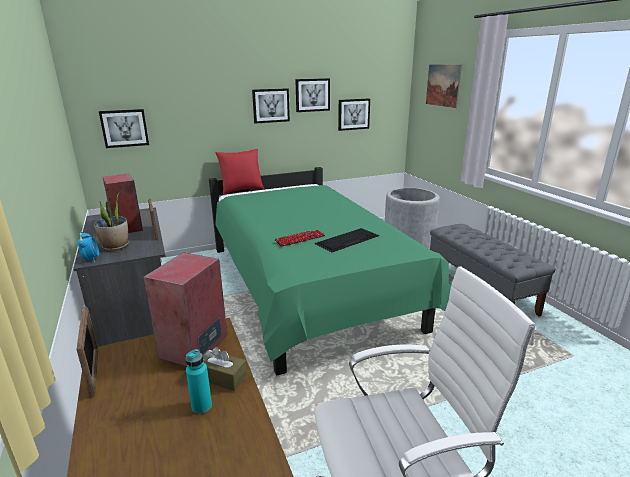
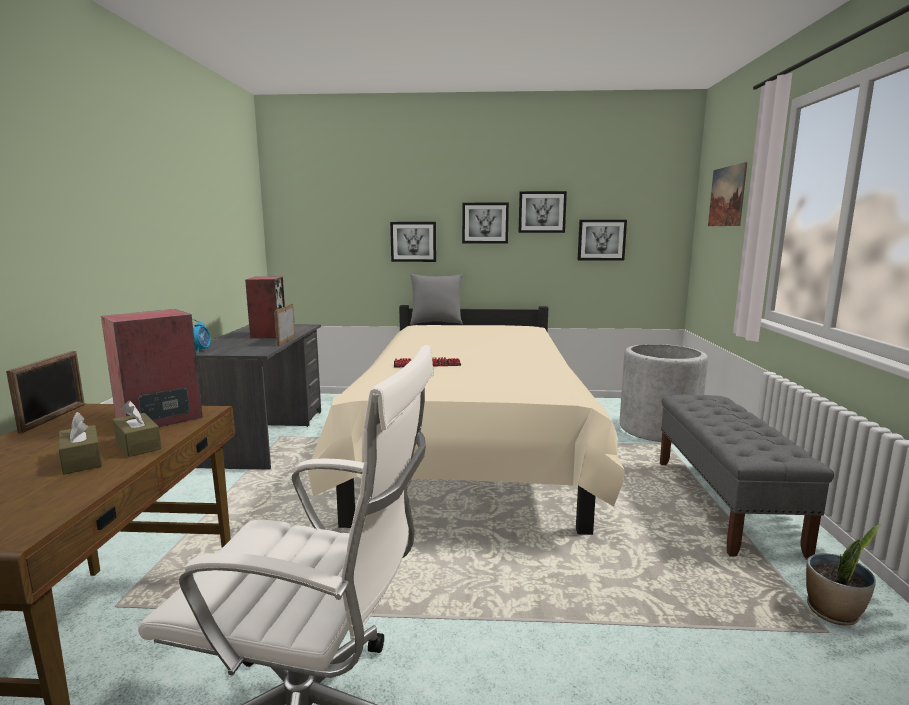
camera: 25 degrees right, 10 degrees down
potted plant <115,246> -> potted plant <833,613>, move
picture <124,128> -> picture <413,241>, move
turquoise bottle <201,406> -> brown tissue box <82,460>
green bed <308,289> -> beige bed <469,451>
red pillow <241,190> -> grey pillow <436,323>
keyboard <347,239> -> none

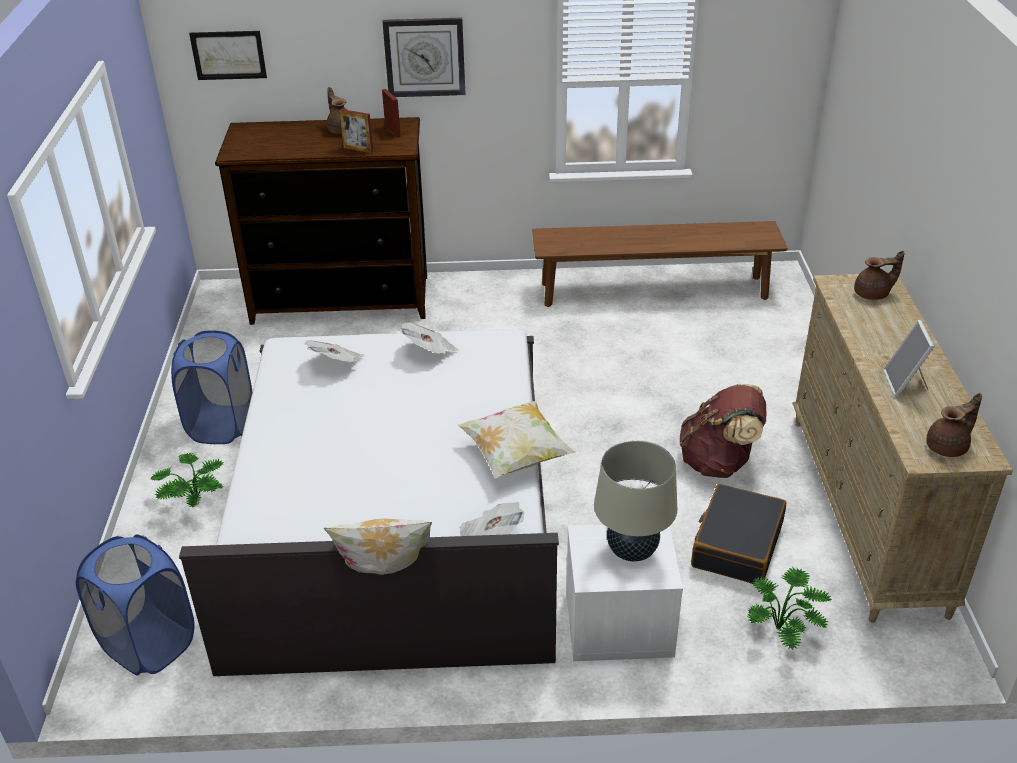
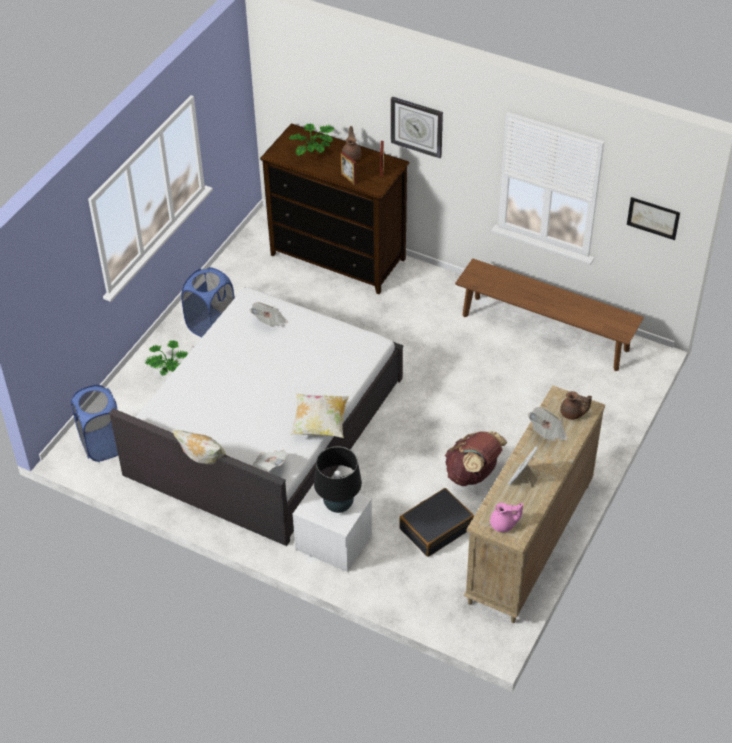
camera: 30 degrees right, 10 degrees up
picture <228,55> -> picture <653,218>, move
newspaper <429,351> -> newspaper <547,432>, move
beige table lamp <632,551> -> black table lamp <338,505>
potted plant <783,629> -> potted plant <314,154>, move
brown teapot <948,447> -> pink teapot <504,524>

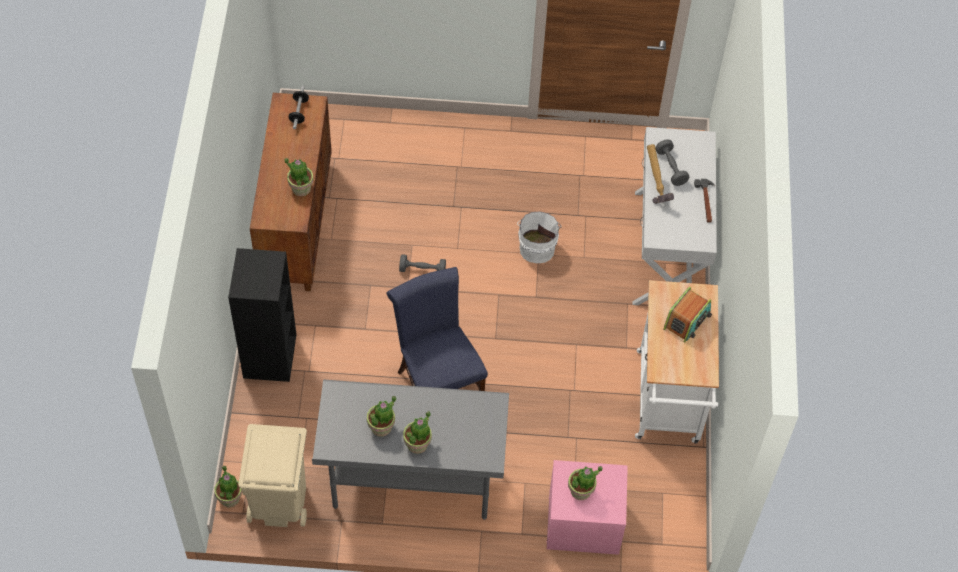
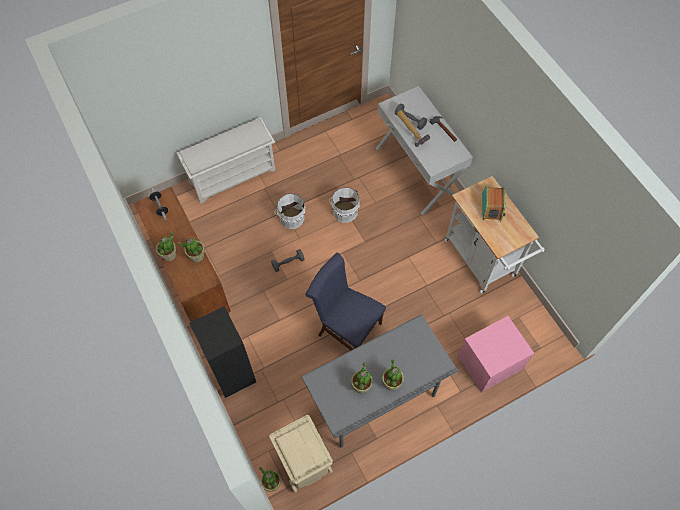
camera: 30 degrees left, 5 degrees up
potted plant <581,491> -> potted plant <169,255>, move
none -> white shoe rack <233,175>
none -> white bucket <291,217>

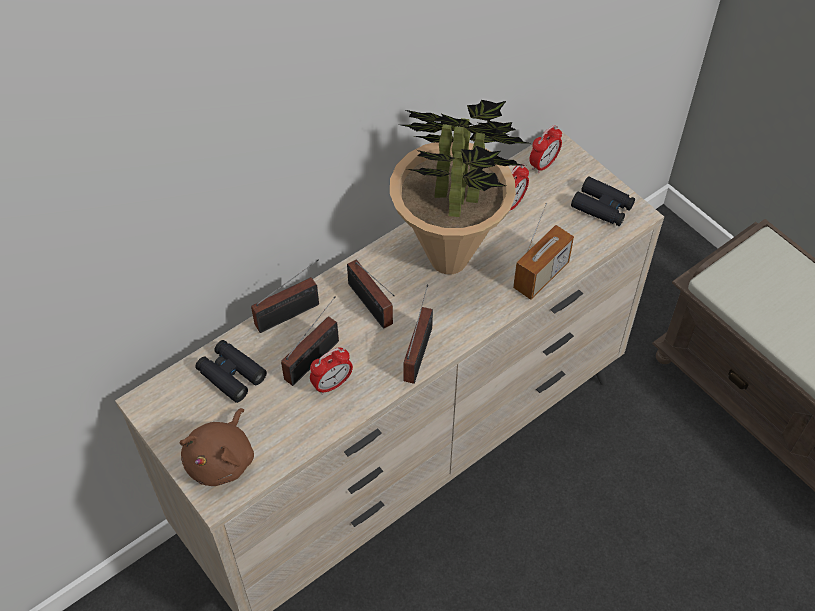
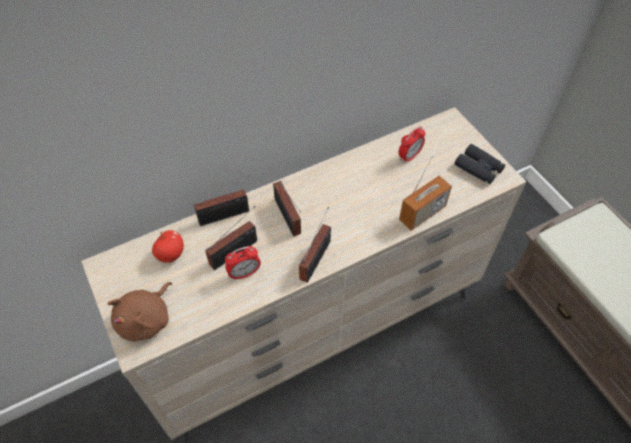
camera: 10 degrees right, 0 degrees up
black binoculars <231,374> -> apple <171,254>
potted plant <449,259> -> none
alarm clock <543,164> -> none

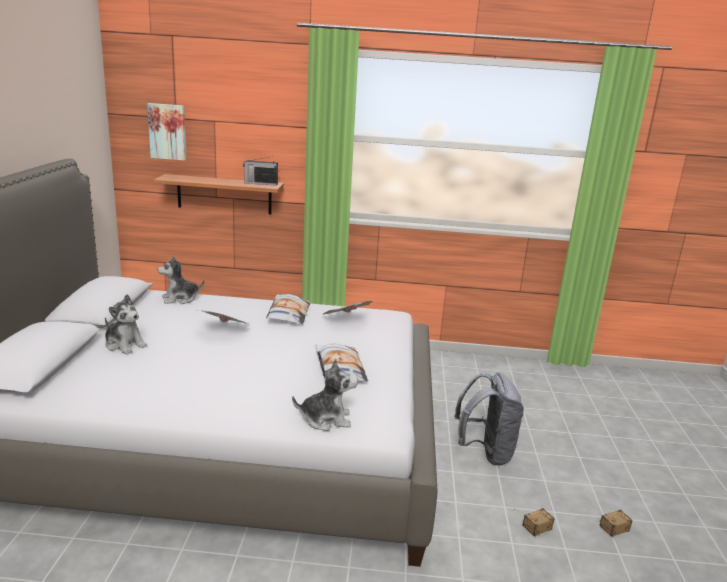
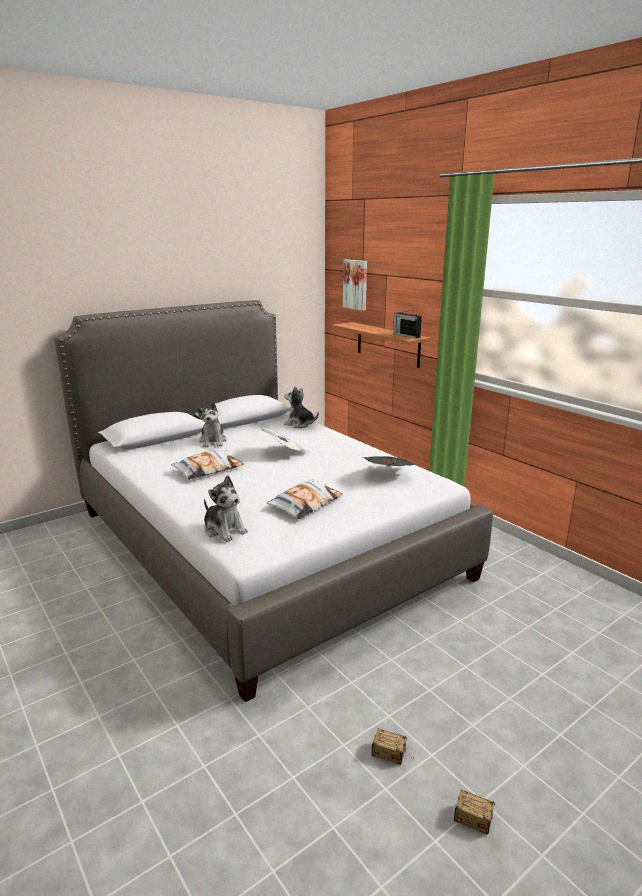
camera: 50 degrees right, 0 degrees up
pillow <288,314> -> pillow <208,469>, move
grey backpack <485,452> -> none

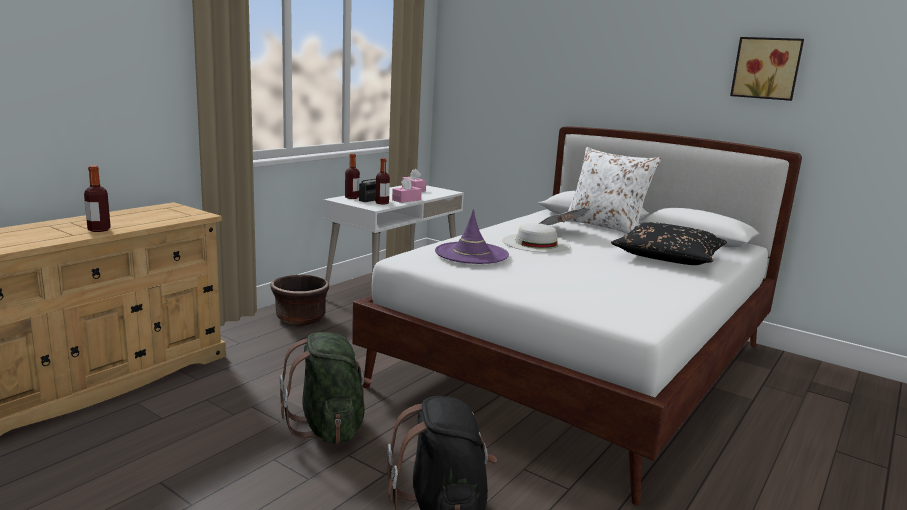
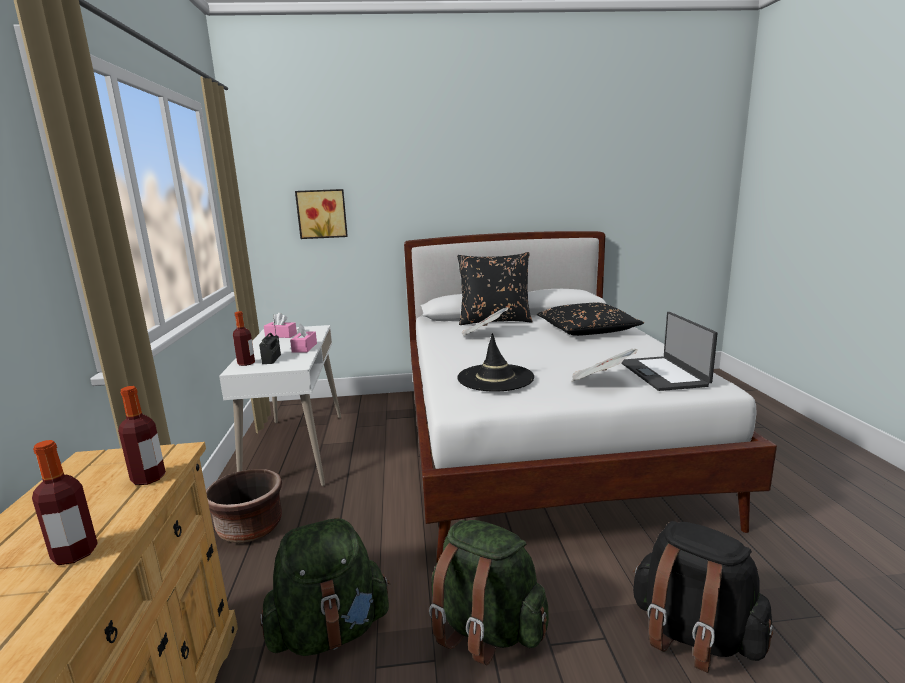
camera: 40 degrees left, 0 degrees up
bottle <382,203> -> bottle <148,478>, move
purple hat <471,253> -> black hat <495,378>
white hat <536,243> -> none
white pillow <605,226> -> black pillow <495,320>
picture <766,68> -> picture <322,214>, move
none -> green backpack <330,631>
none -> newspaper <600,382>
none -> laptop <663,374>

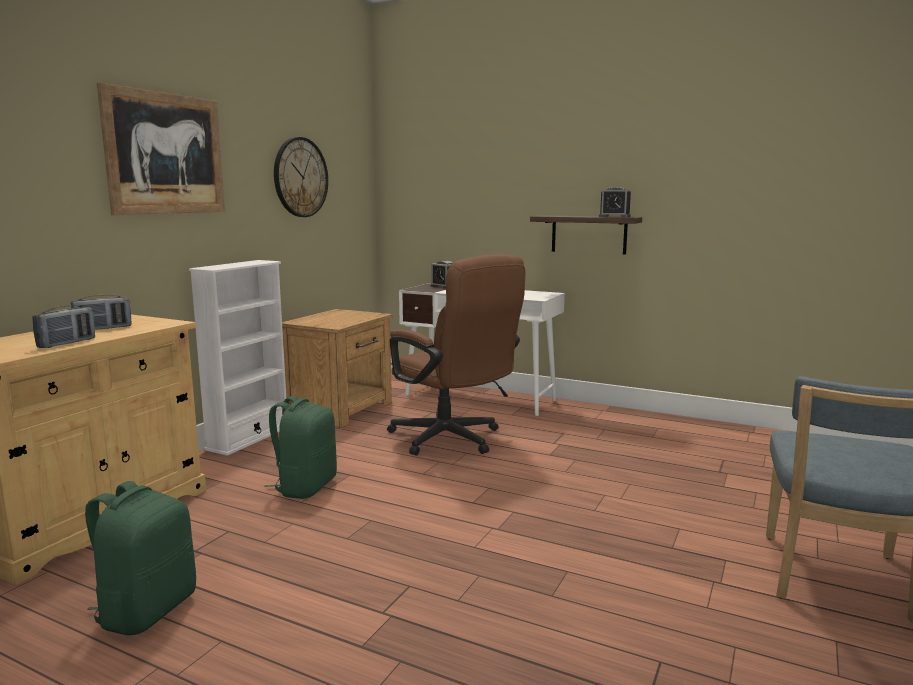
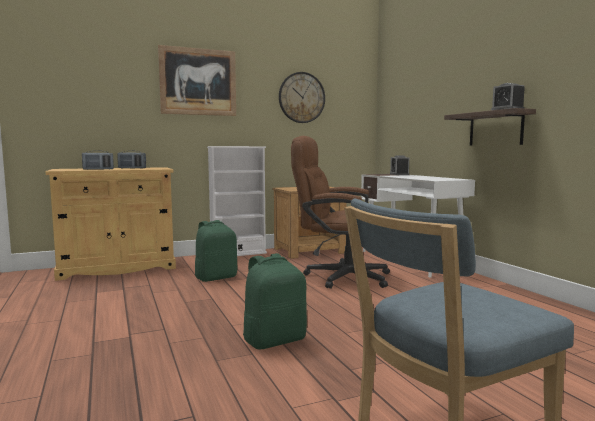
camera: 40 degrees right, 5 degrees down
green backpack <147,610> -> green backpack <274,340>, move
brown office chair <452,440> -> brown office chair <339,277>, 105 degrees clockwise

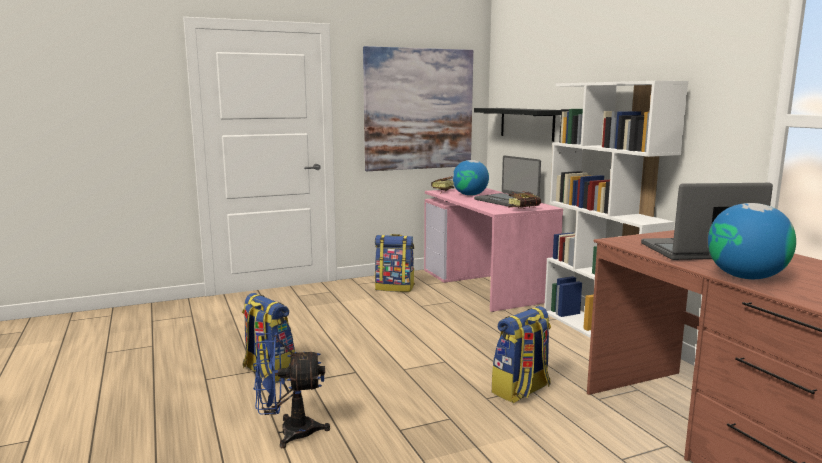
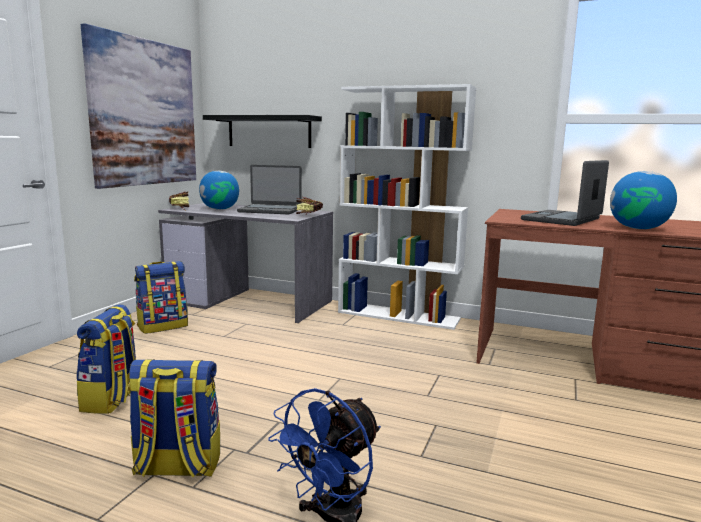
camera: 45 degrees left, 0 degrees up
pink desk <487,285> -> grey desk <250,301>
backpack <521,391> -> backpack <113,399>, move

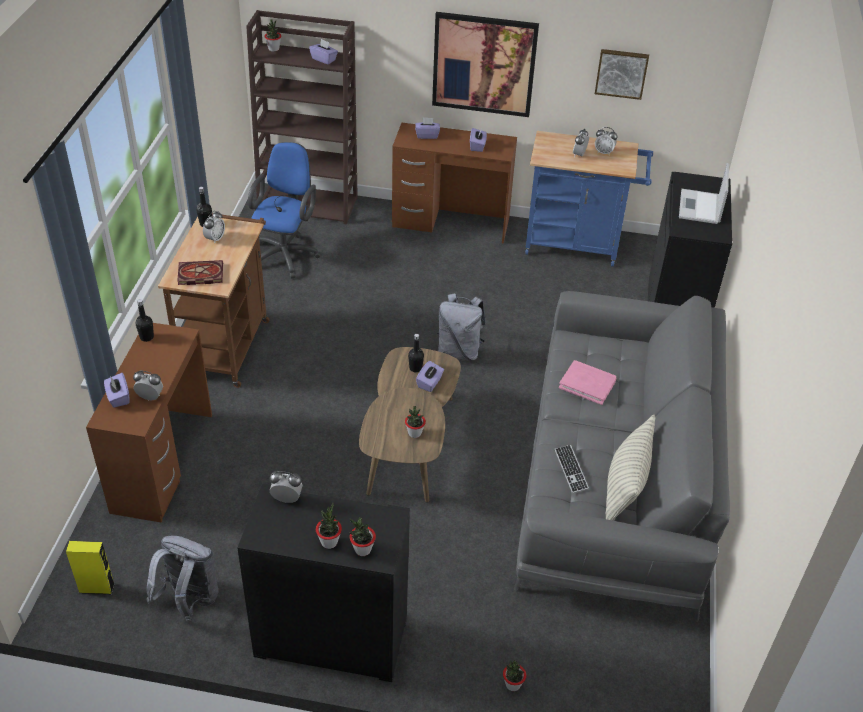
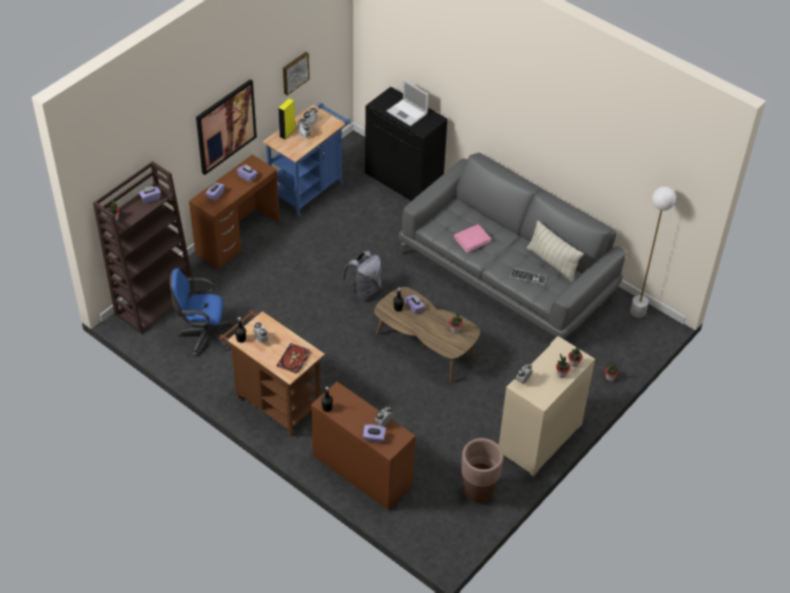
camera: 60 degrees left, 5 degrees up
yellow speaker <96,588> -> yellow speaker <287,133>, move
grey backpack <189,600> -> brown planter <478,492>
black cabinet <330,638> -> beige cabinet <540,439>
blue office chair <286,254> -> blue office chair <203,336>, 45 degrees counterclockwise
none -> white floor lamp <638,312>

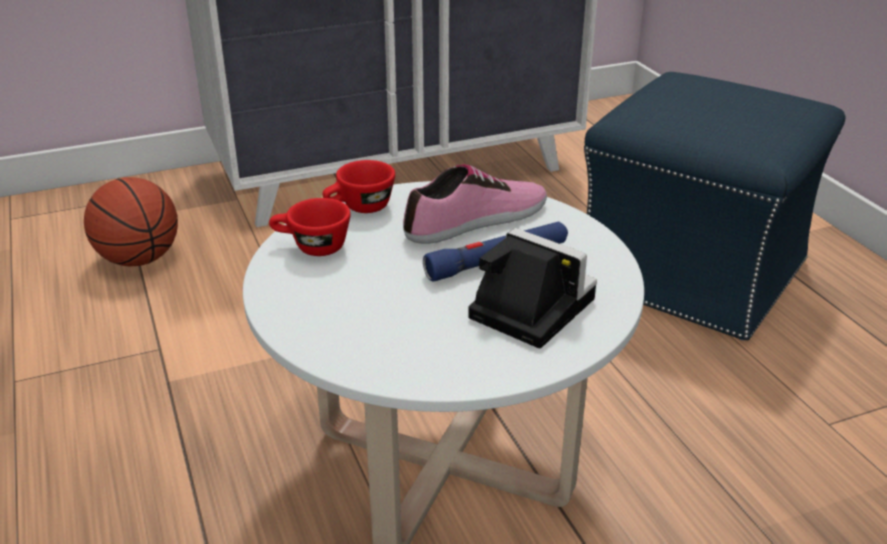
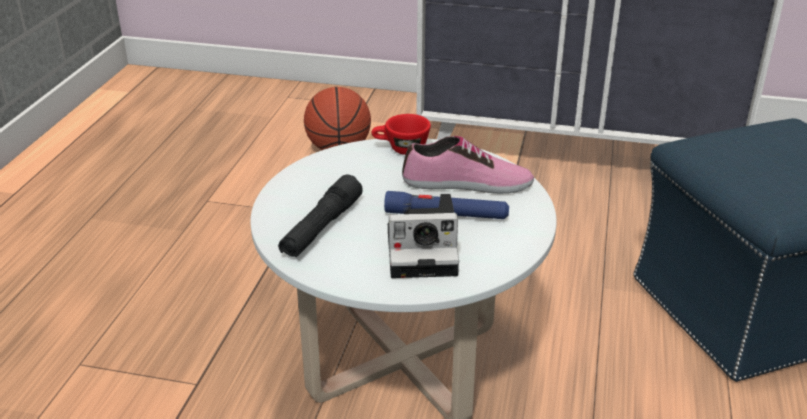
camera: 35 degrees right, 0 degrees up
red cup <311,247> -> none
photo camera <527,307> -> photo camera <425,251>, 105 degrees clockwise
none -> black flashlight <321,228>

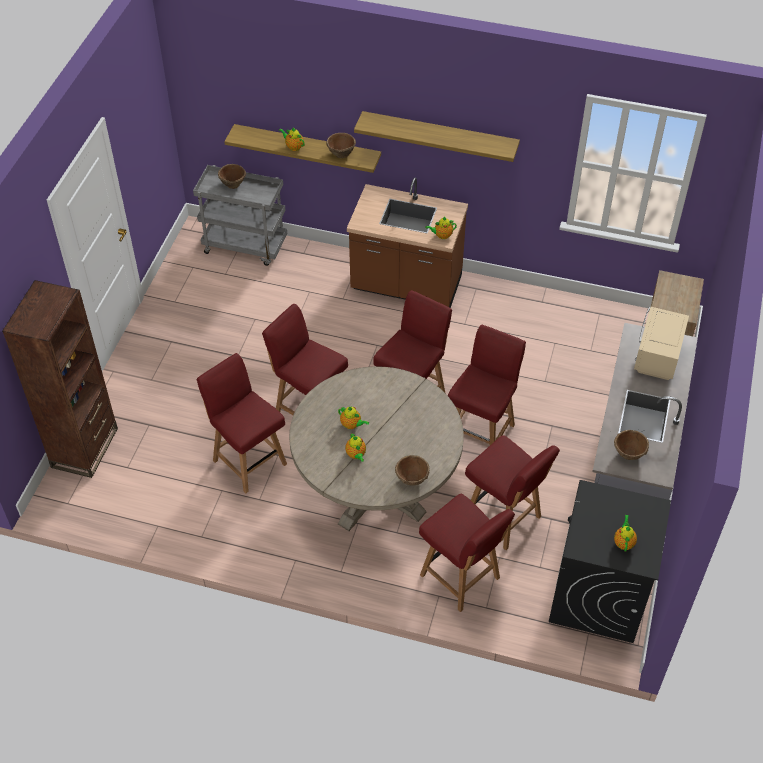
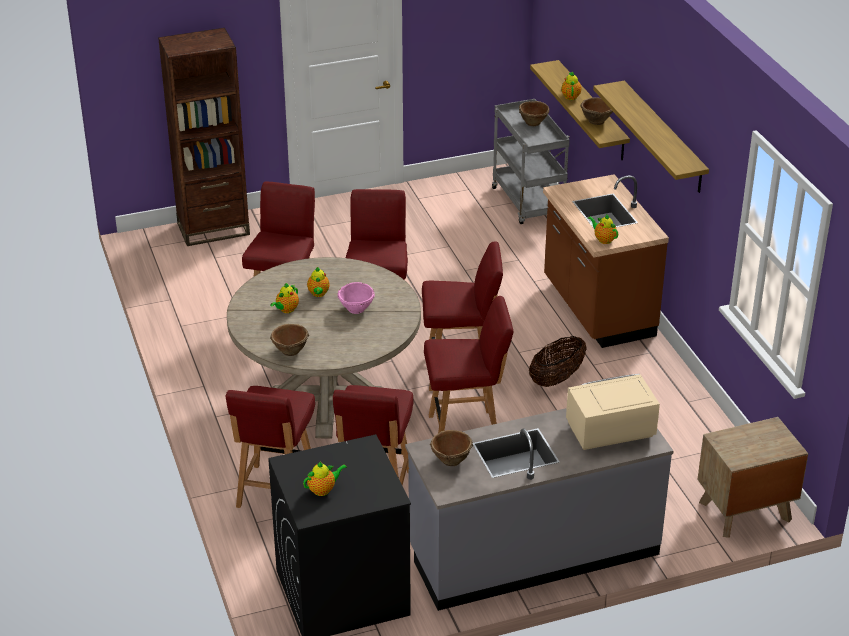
camera: 55 degrees right, 15 degrees down
none -> pink bowl <356,309>
none -> basket <556,378>

